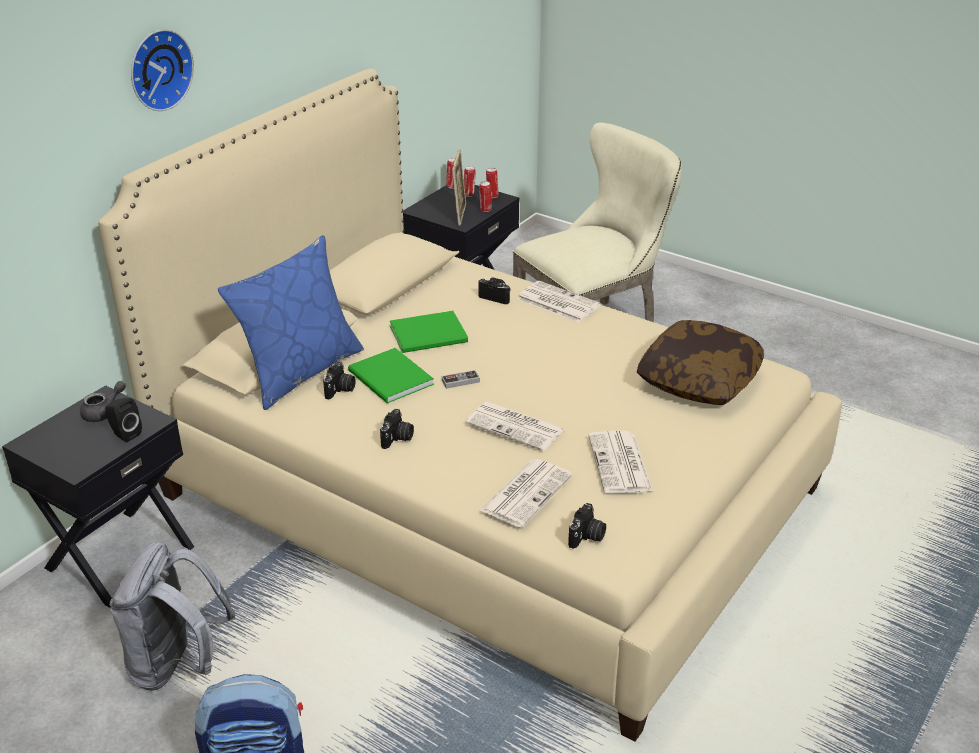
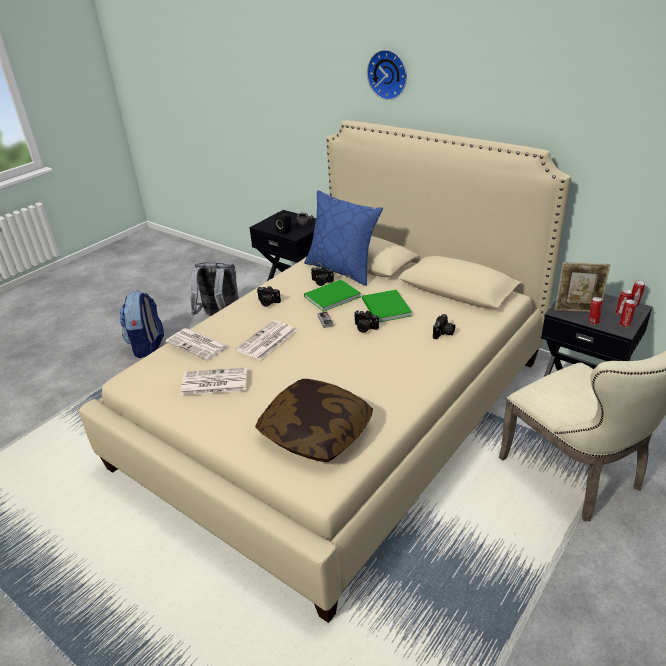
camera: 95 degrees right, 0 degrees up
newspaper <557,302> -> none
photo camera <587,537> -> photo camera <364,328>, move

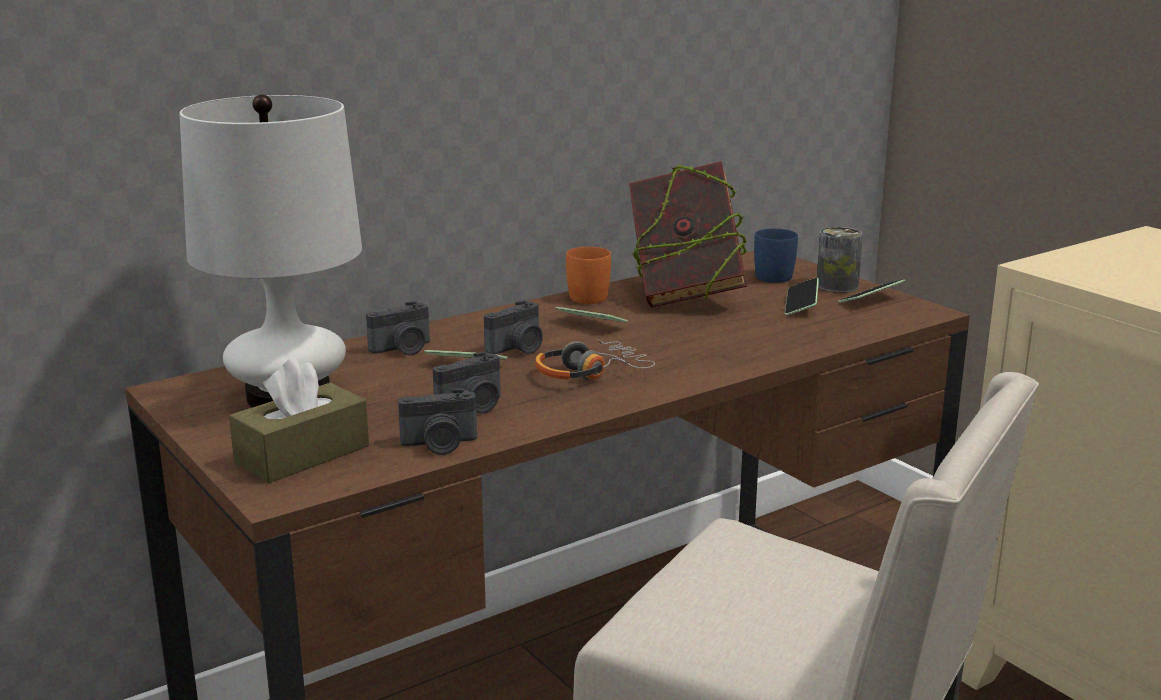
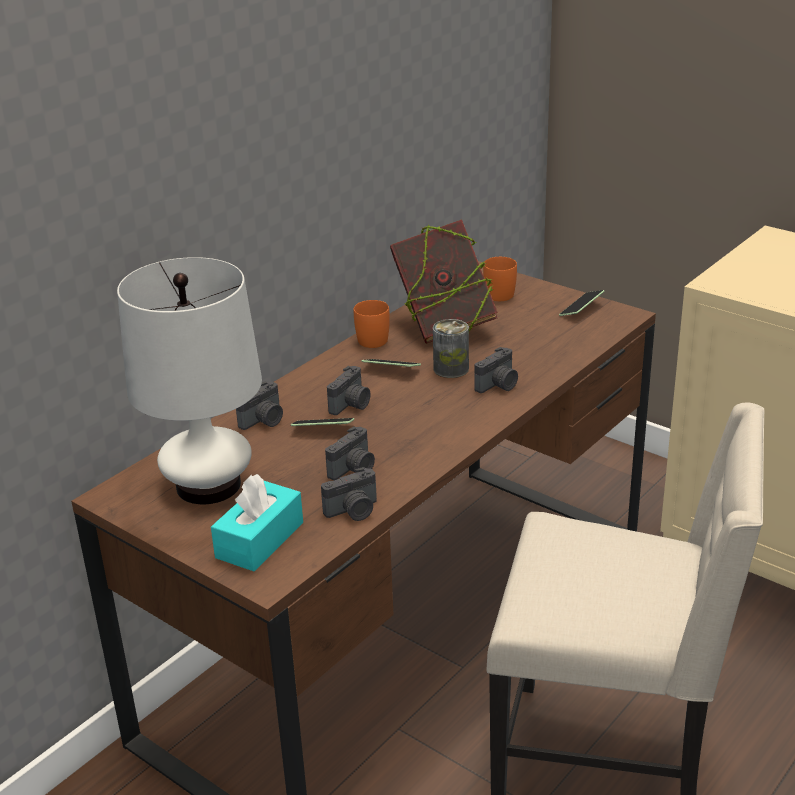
camera: 15 degrees left, 10 degrees up
brown tissue box <302,454> -> turquoise tissue box <260,540>
headphones <590,373> -> none
blue mug <775,275> -> orange mug <499,292>
phone <801,306> -> none
can <837,286> -> can <451,369>, move
none -> photo camera <498,385>

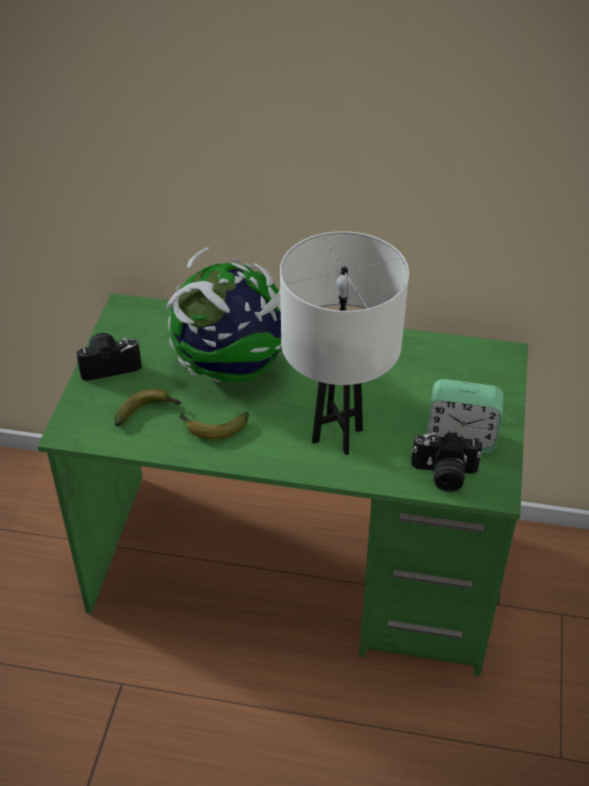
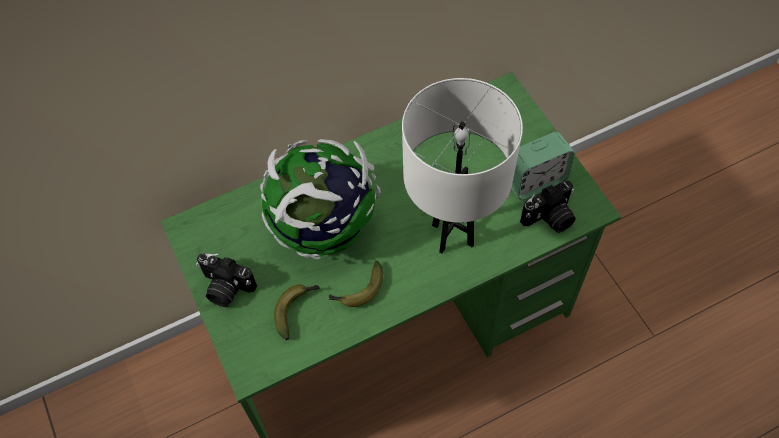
camera: 35 degrees left, 15 degrees up
photo camera <110,365> -> photo camera <225,288>, 105 degrees counterclockwise

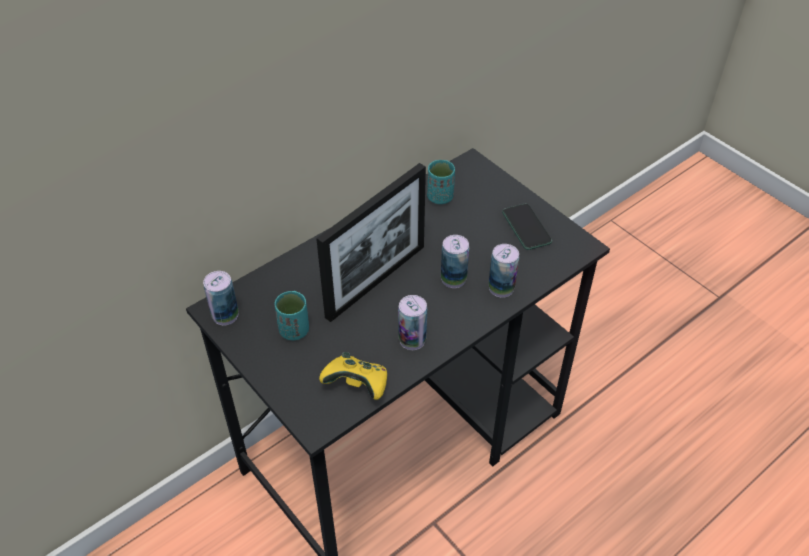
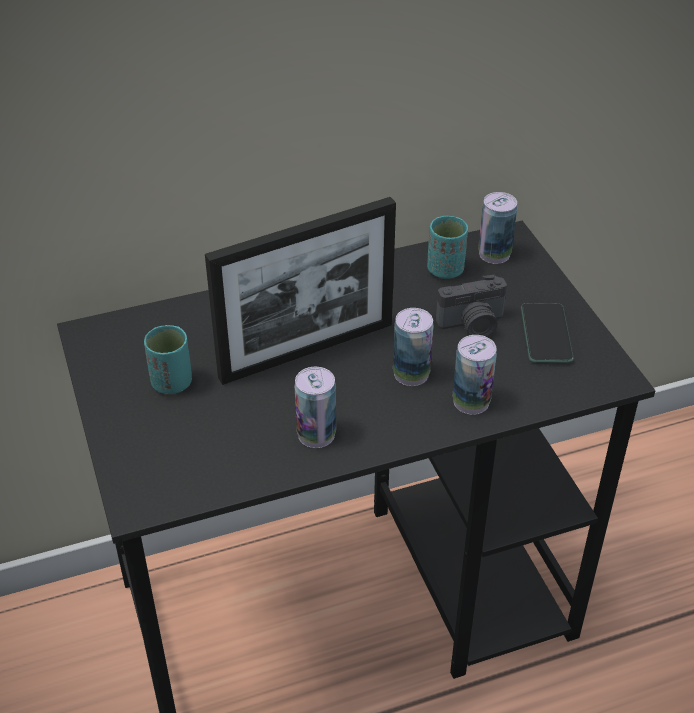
camera: 20 degrees right, 5 degrees down
can <225,315> -> can <494,254>, move
yellow game controller <358,385> -> none
none -> photo camera <472,326>

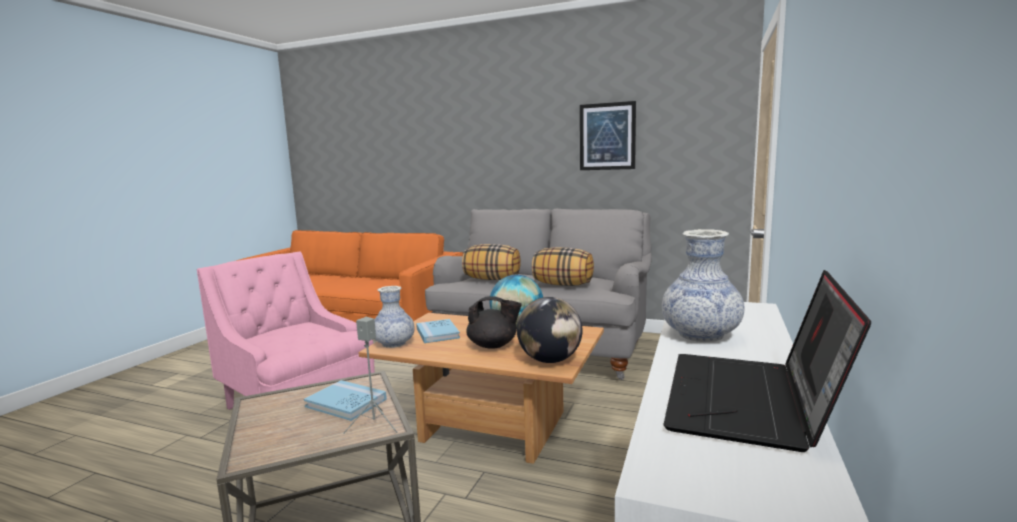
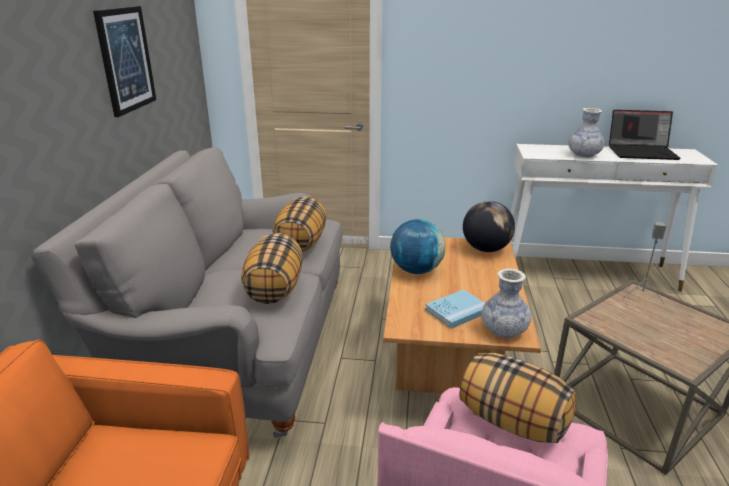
camera: 105 degrees left, 15 degrees up
blue book <346,403> -> none
black teapot <493,345> -> none
none -> pillow <511,421>

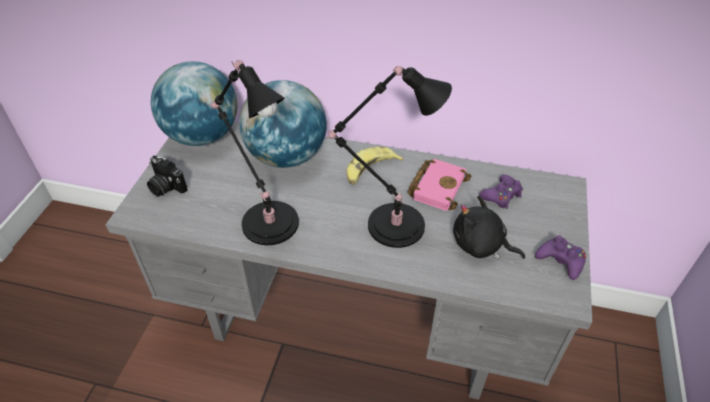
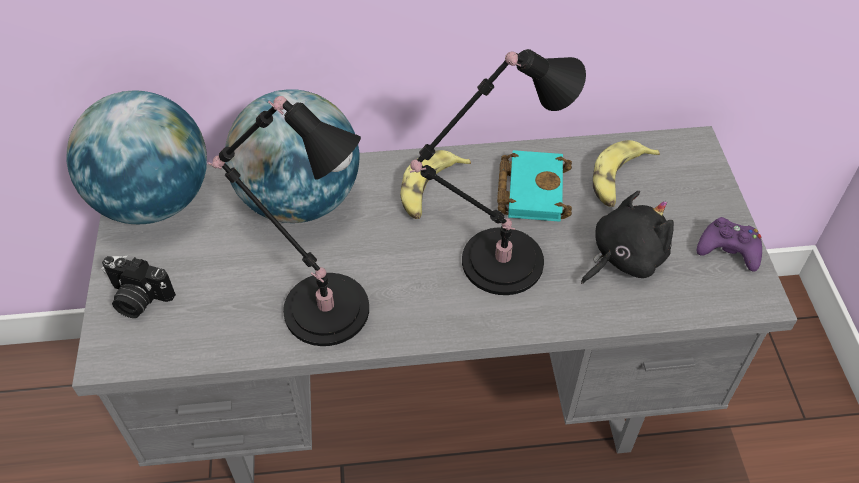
camera: 20 degrees left, 5 degrees up
pink book <437,186> -> turquoise book <531,189>
black plush toy <481,245> -> black plush toy <624,258>, 135 degrees clockwise
purple game controller <501,196> -> banana <619,179>

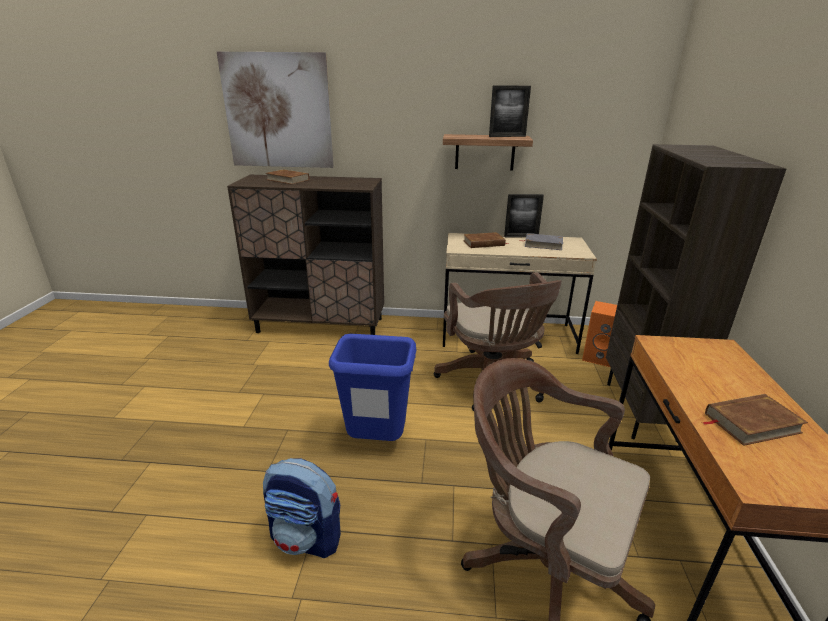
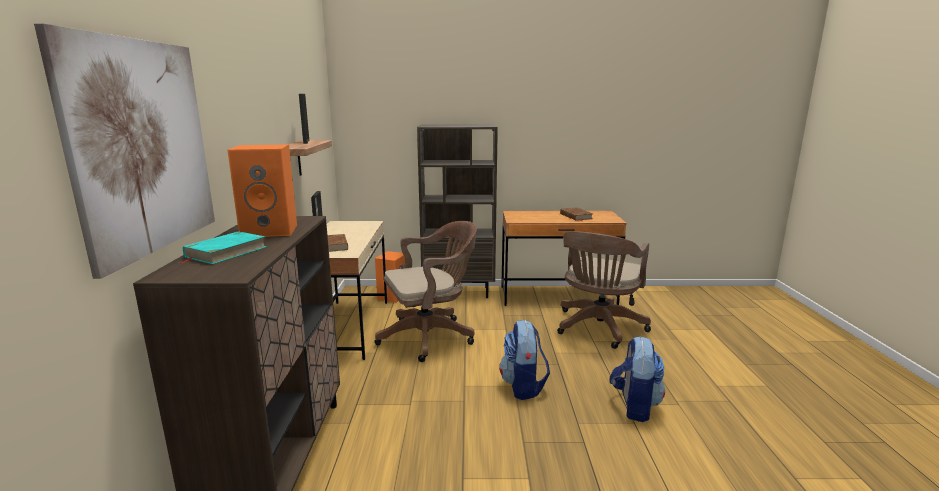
camera: 95 degrees left, 10 degrees down
brown book <288,180> -> turquoise book <226,252>
blue trash can <376,442> -> backpack <523,386>
grey book <543,244> -> none
none -> orange speaker <271,230>

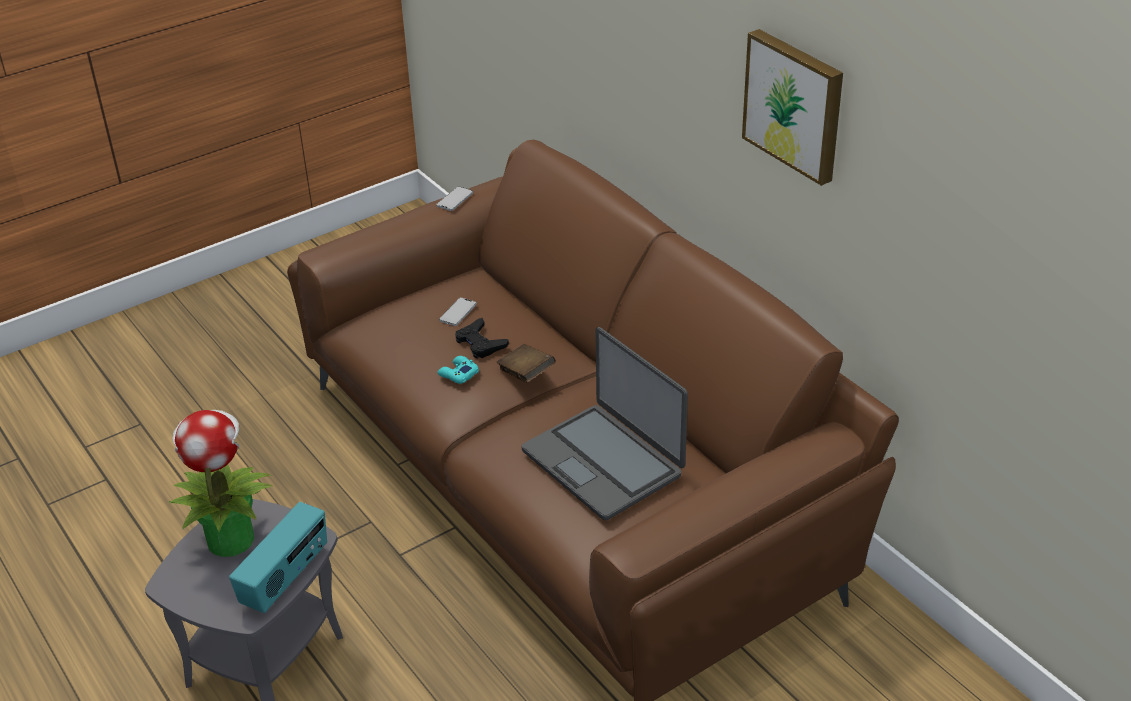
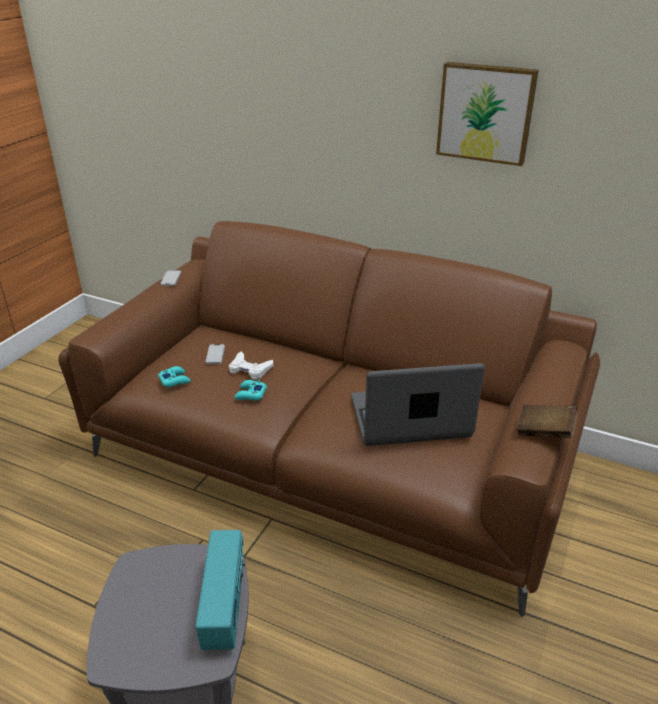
camera: 30 degrees left, 5 degrees down
potted plant <230,538> -> none
black game controller <480,343> -> white game controller <249,369>
brown book <526,374> -> brown book <544,432>, move
laptop <603,462> -> laptop <410,419>, 150 degrees clockwise
none -> turquoise game controller <175,380>

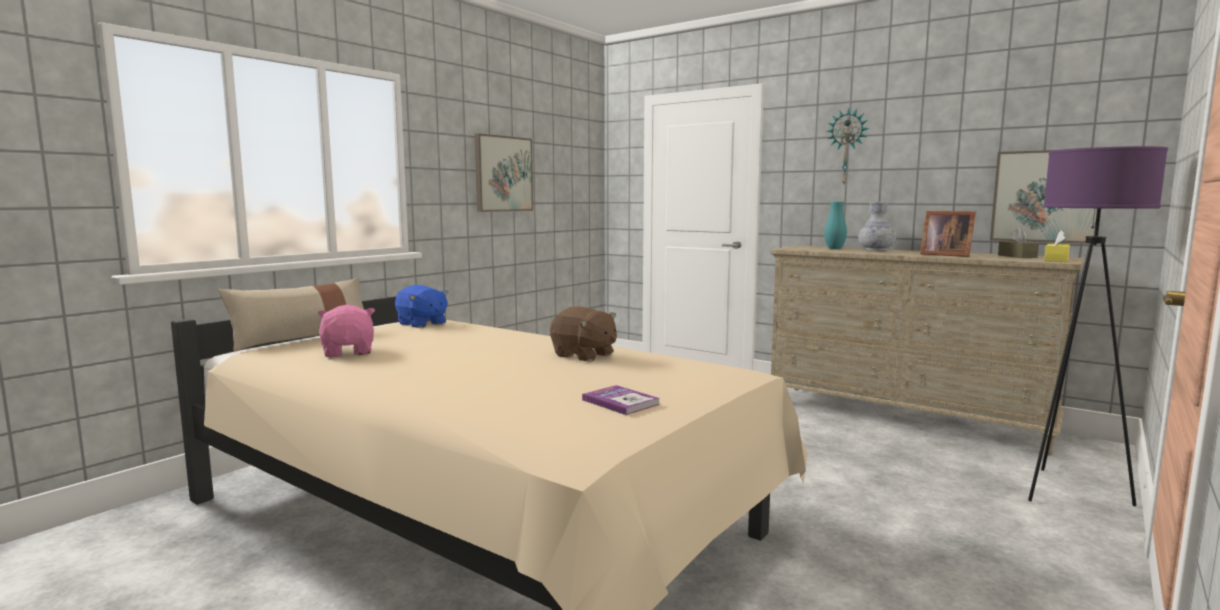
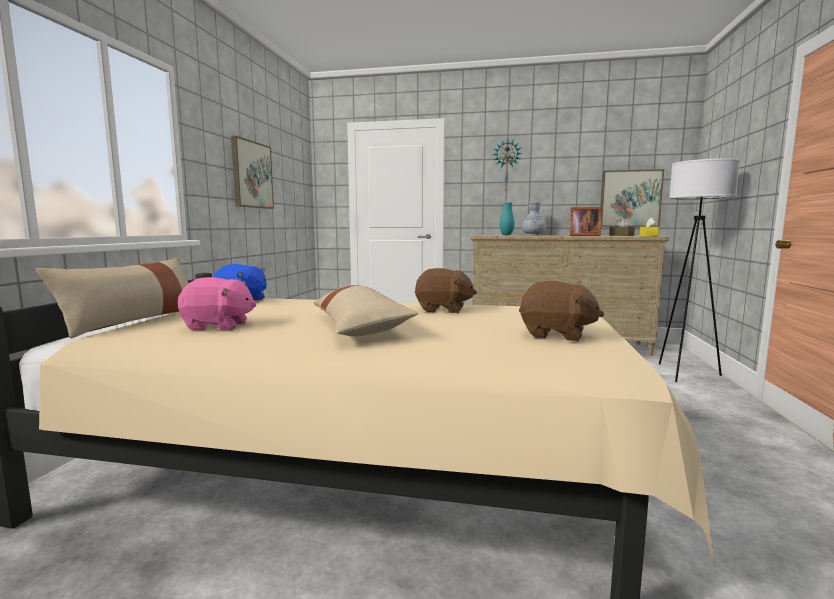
camera: 25 degrees left, 0 degrees up
pink plush toy <349,352> -> pink plush toy <218,326>, 135 degrees clockwise
book <620,402> -> brown plush toy <556,335>
purple floor lamp <1066,491> -> white floor lamp <684,373>
none -> beige pillow <359,326>

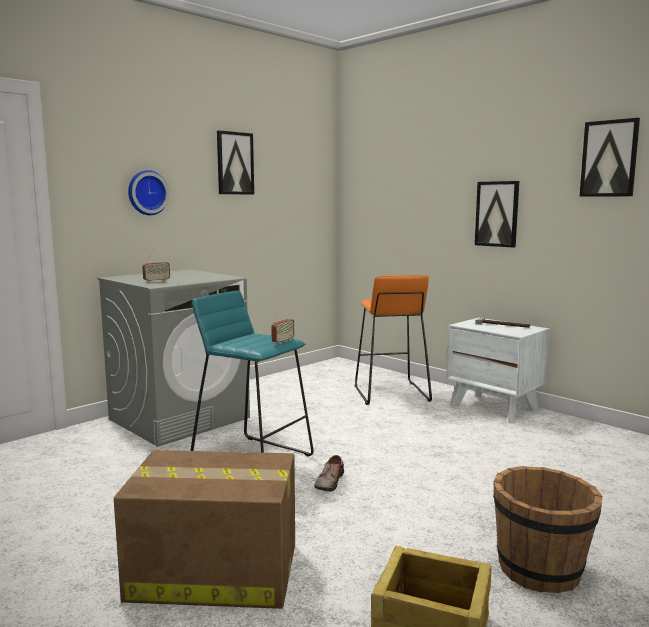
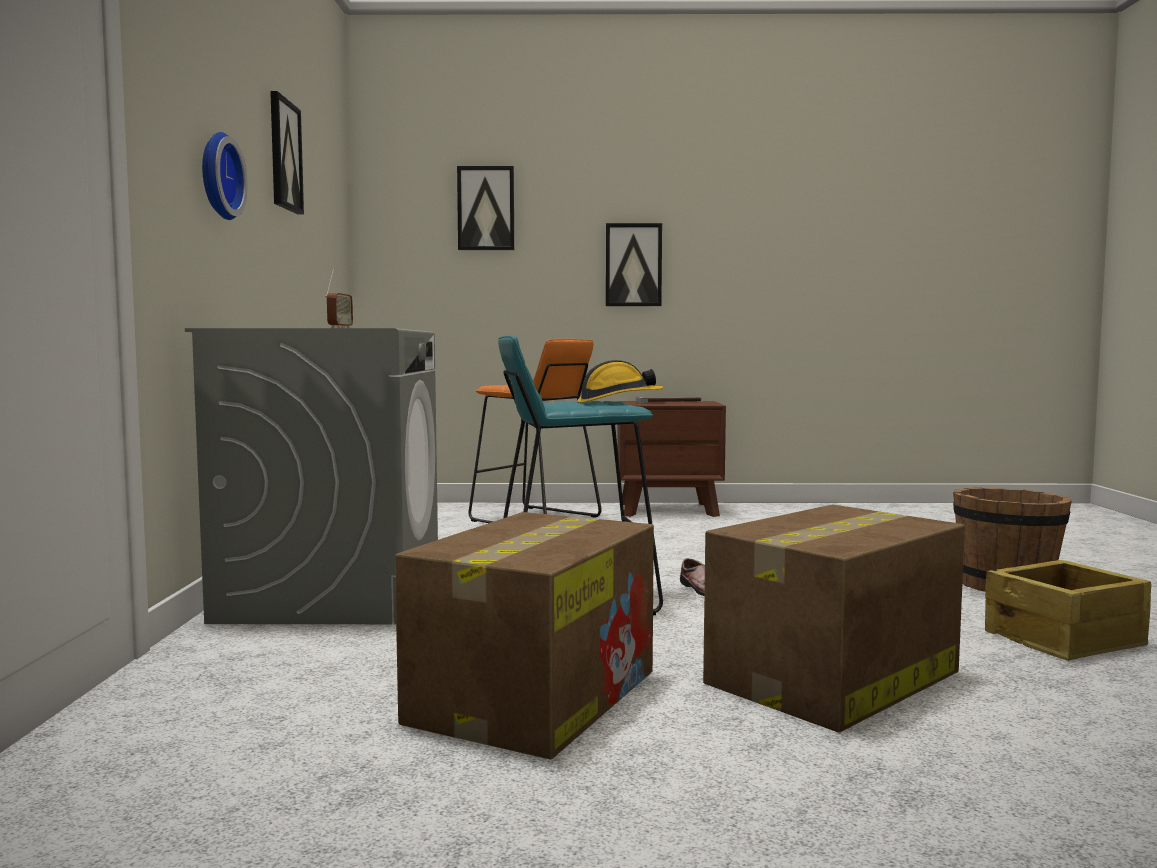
camera: 45 degrees left, 5 degrees down
radio <282,341> -> hard hat <618,401>
white nightstand <494,407> -> brown nightstand <669,510>
picture <609,158> -> picture <486,208>, move
none -> cardboard box <536,695>

